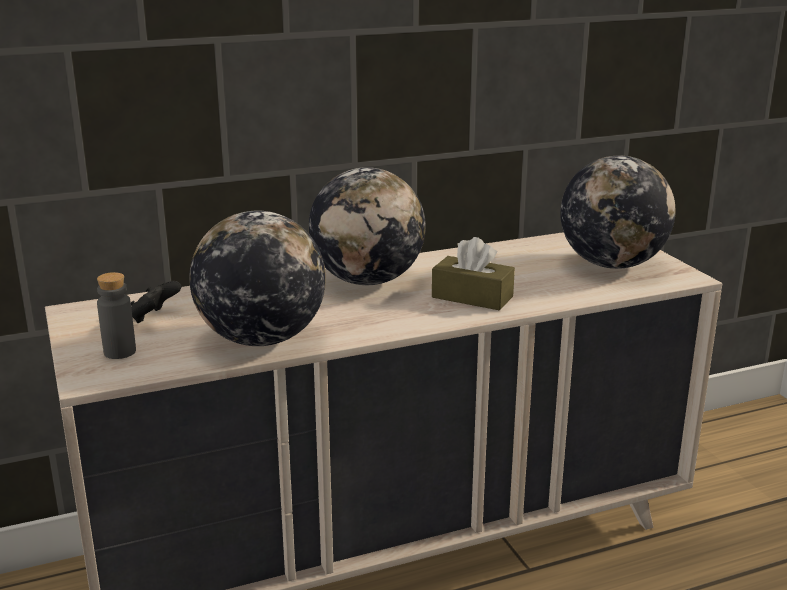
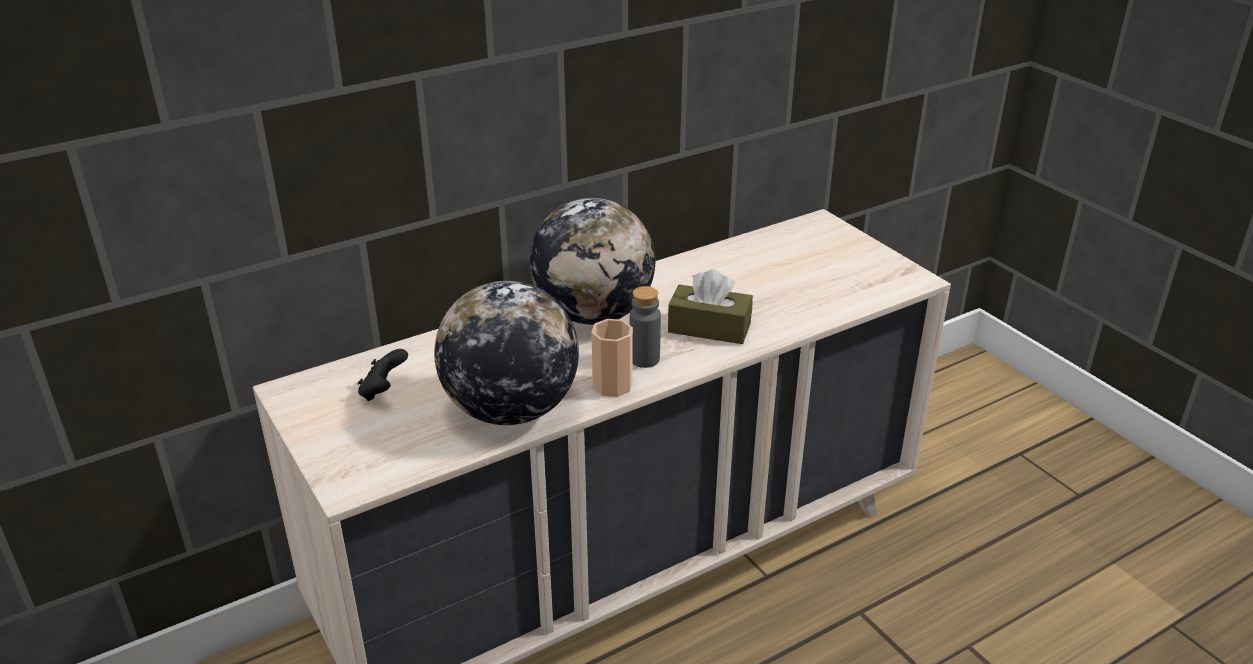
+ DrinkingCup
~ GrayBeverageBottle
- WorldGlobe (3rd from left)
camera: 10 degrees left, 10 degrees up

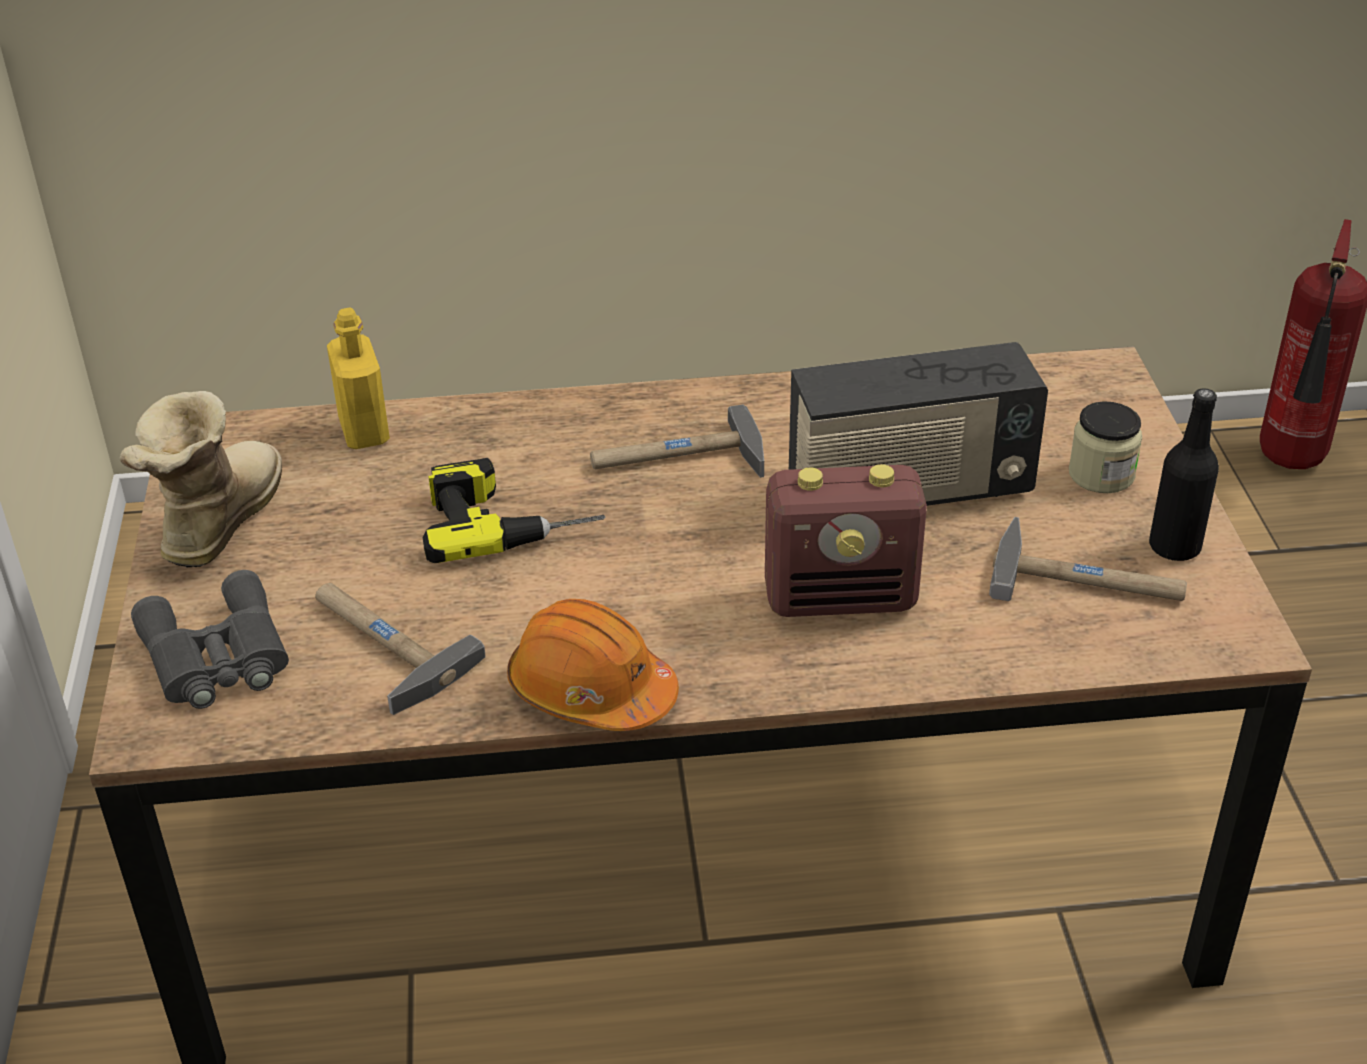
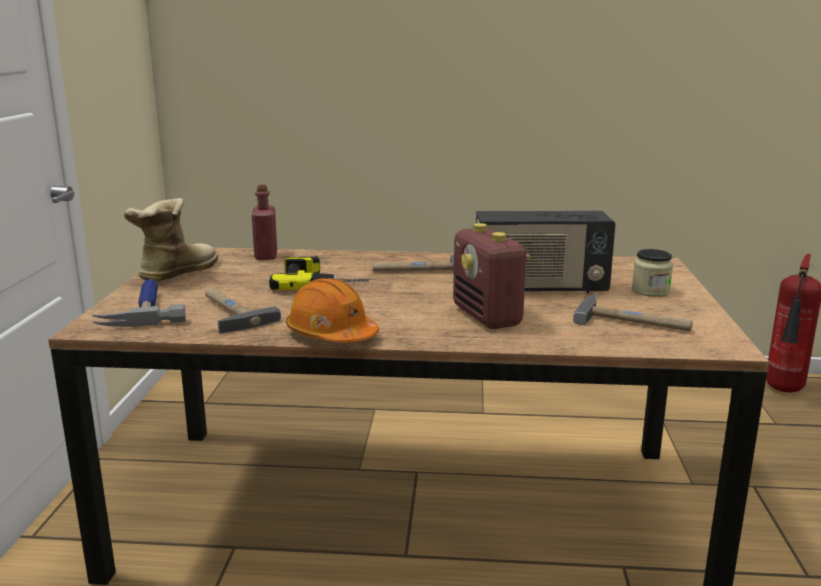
~ GrayFieldGlasses to HandHammer (1st from left)
~ YellowishBeverageBottle to RedBeverageBottle
~ RadioSet (1st from left) 60 degrees clockwise
- BlackishBeverageBottle
camera: 10 degrees right, 20 degrees down

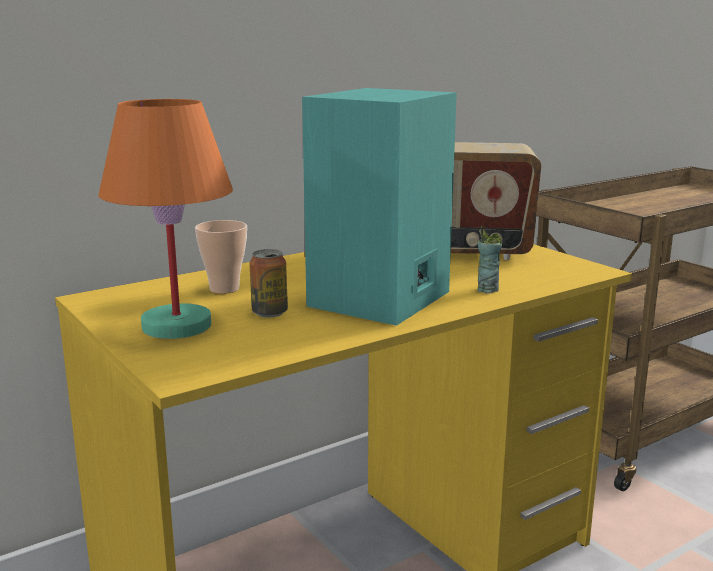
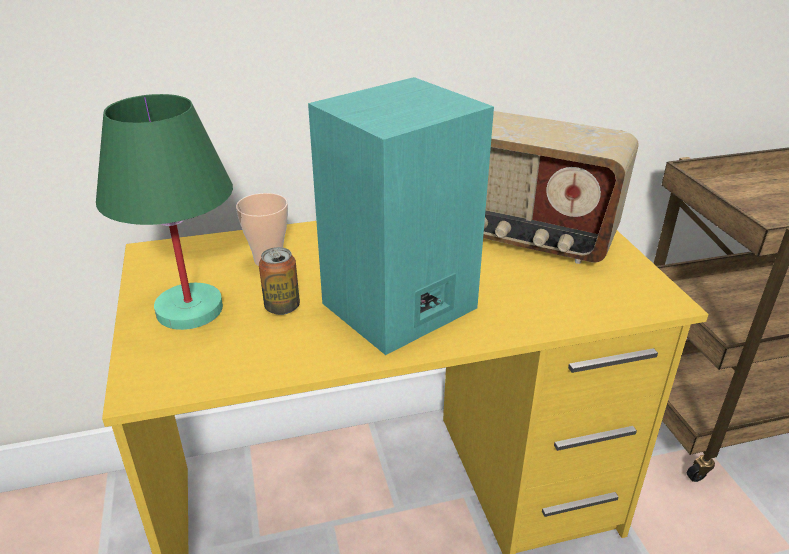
~ OrangeLampForATable to GreenLampForATable
- DrinkingCup (2nd from left)
camera: 20 degrees right, 15 degrees up

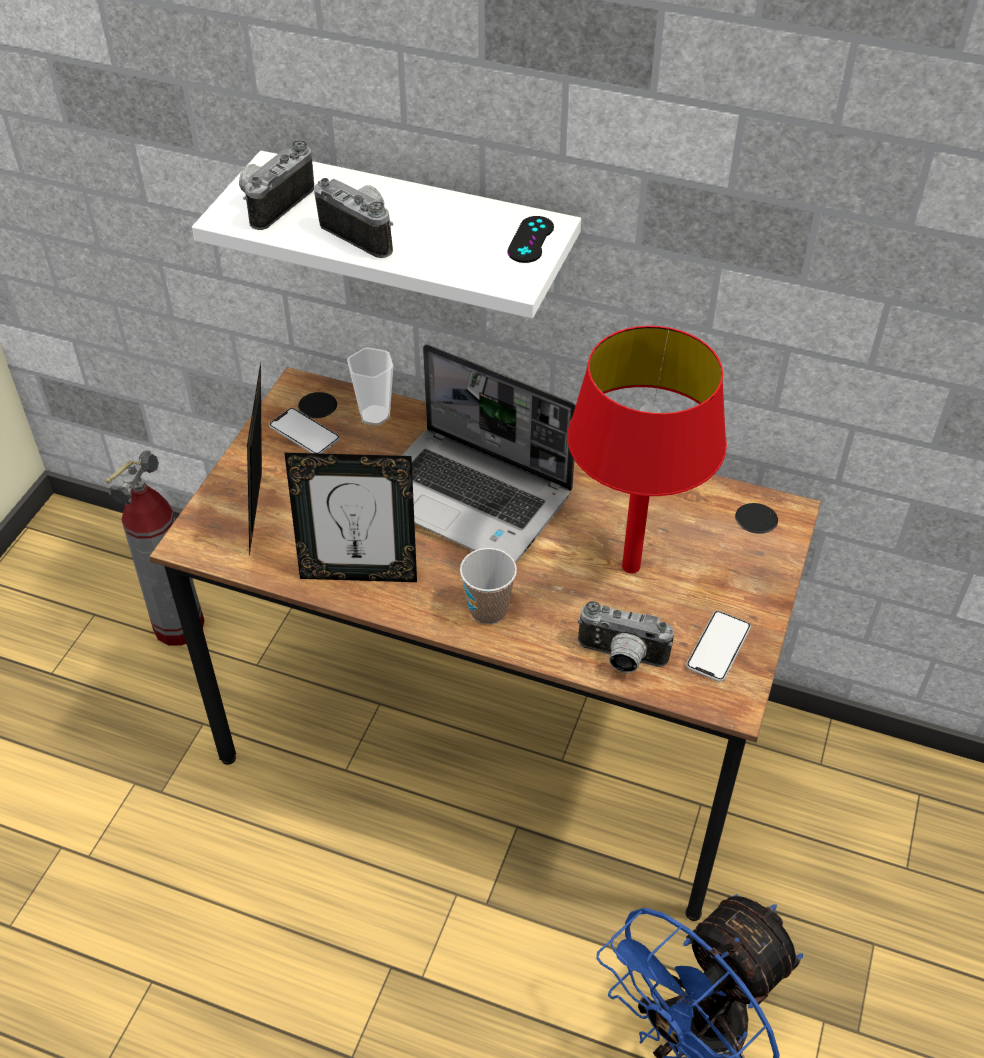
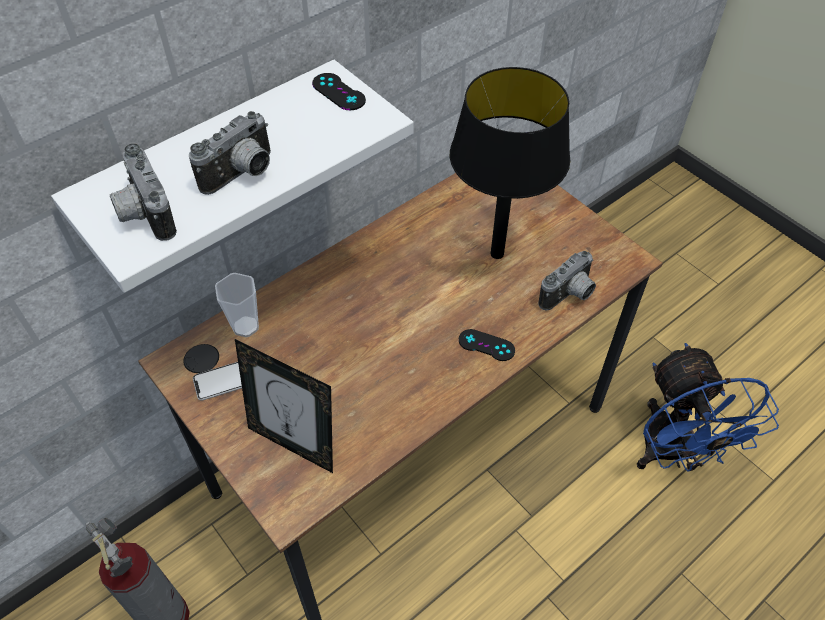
~ PhotoCamera (2nd from left) 150 degrees clockwise
~ RedLampForATable to BlackishLampForATable
~ DrinkingCup (2nd from left) to BlackishGamepad (2nd from left)
- PhotoFrame (2nd from left)
- Laptop
- Phone (2nd from left)
camera: 60 degrees left, 5 degrees up

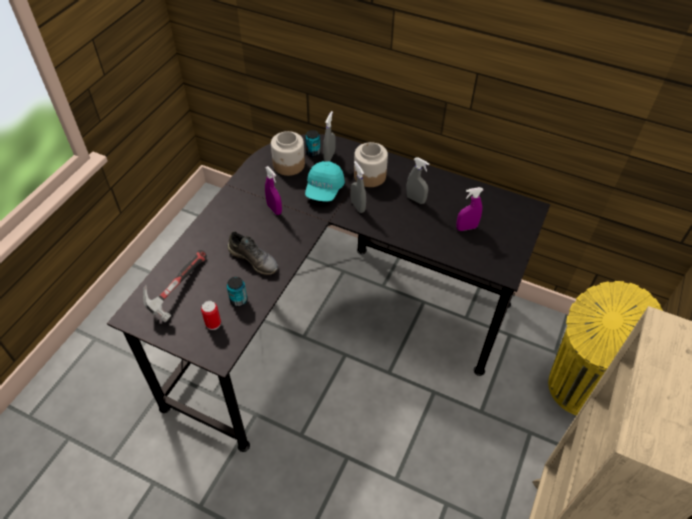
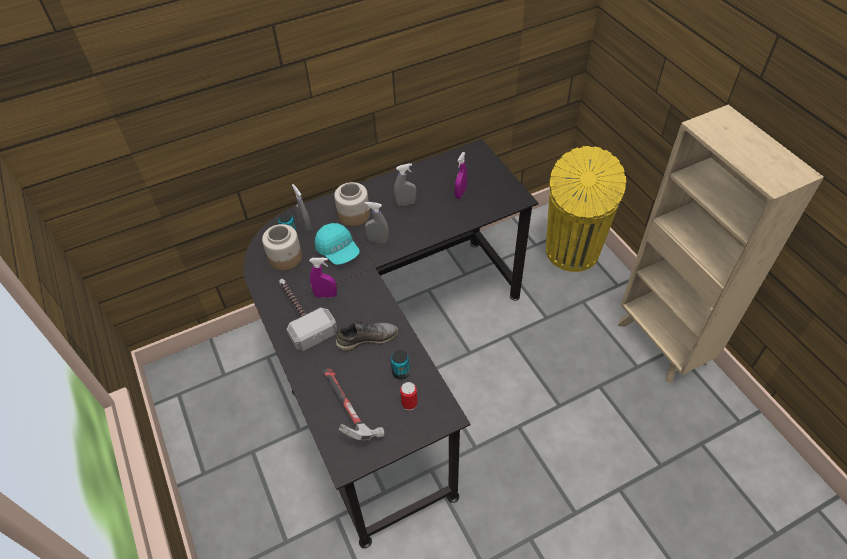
+ HandHammer (1st from left)
camera: 50 degrees left, 0 degrees up

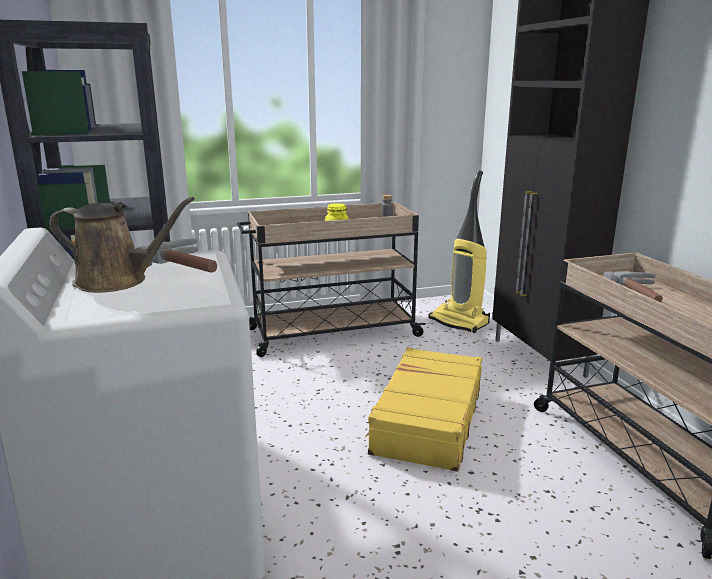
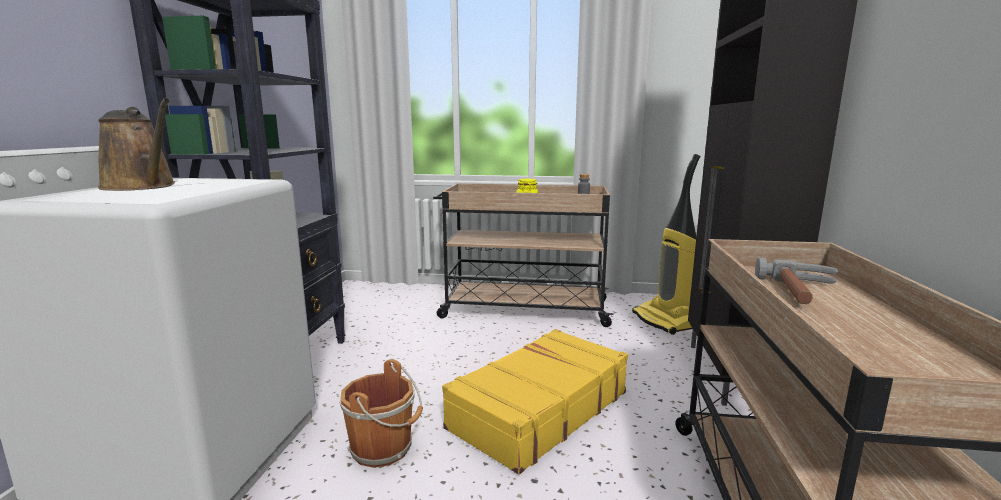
+ BrownPail
- HandHammer (1st from left)
camera: 25 degrees right, 5 degrees down

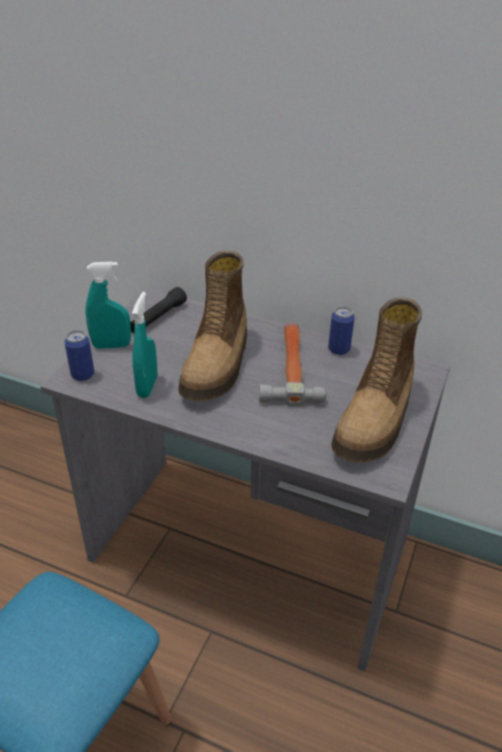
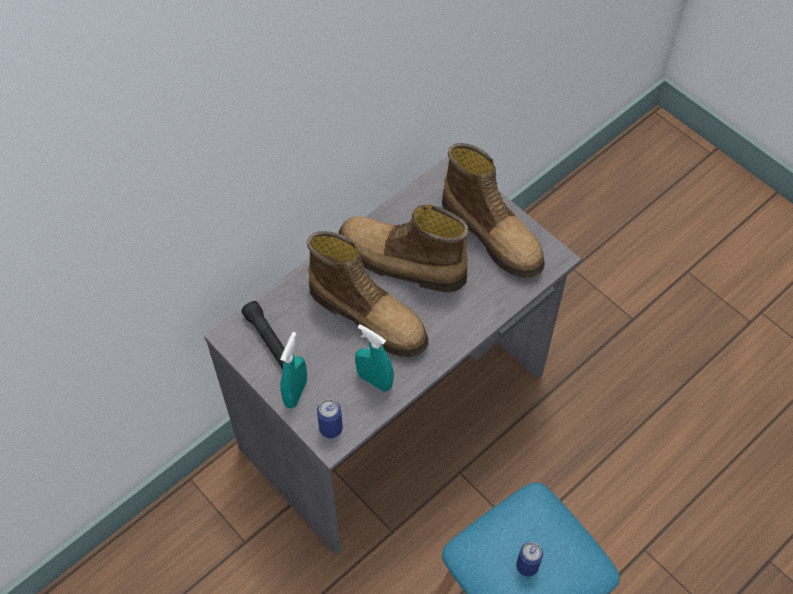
~ HandHammer to TallBoot (2nd from left)
~ MetalCan (2nd from left)
camera: 65 degrees left, 20 degrees up

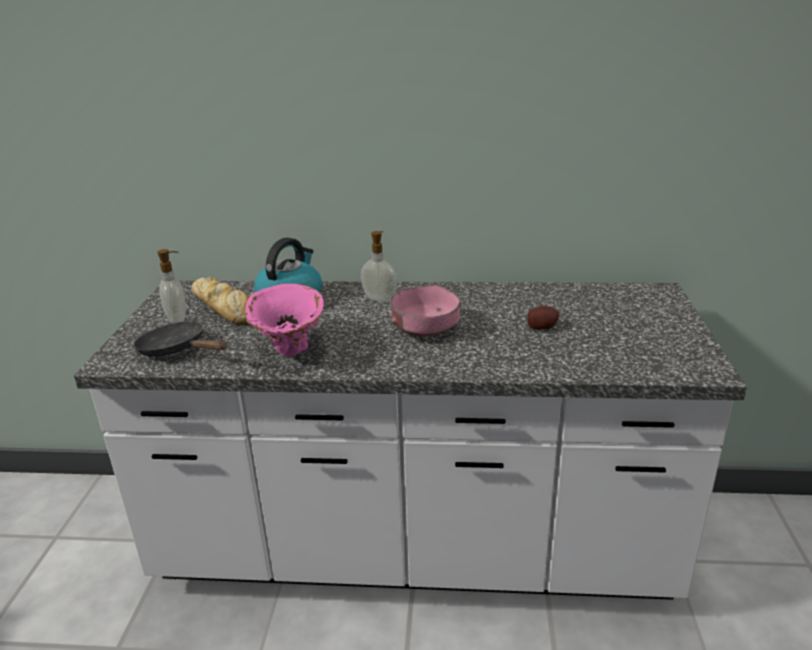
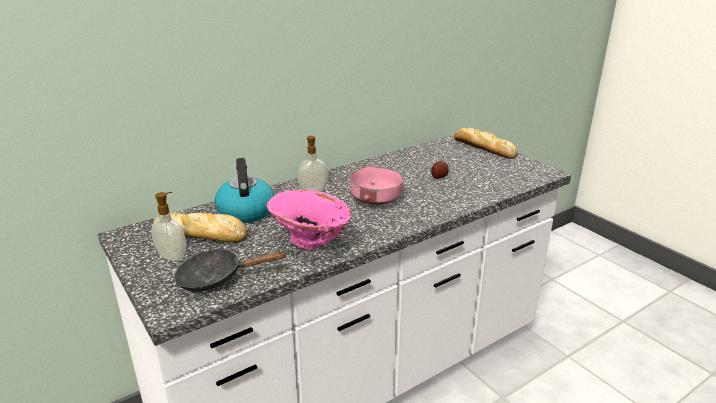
+ BakeryBread (2nd from left)
camera: 40 degrees left, 0 degrees up

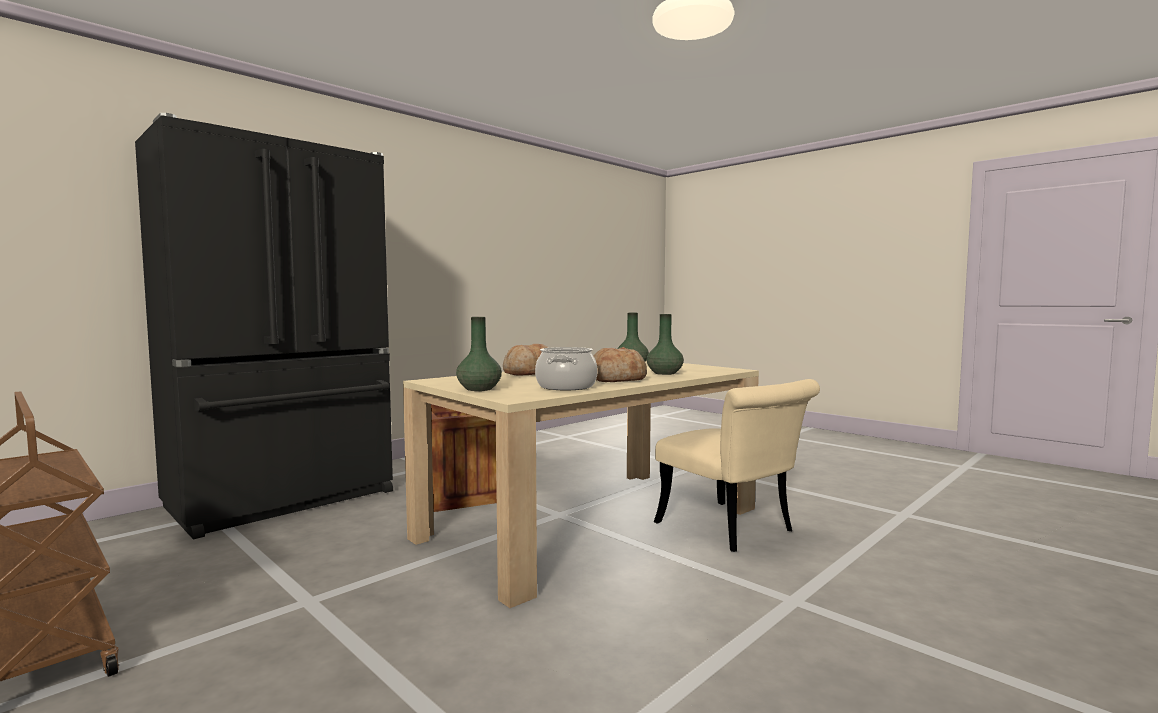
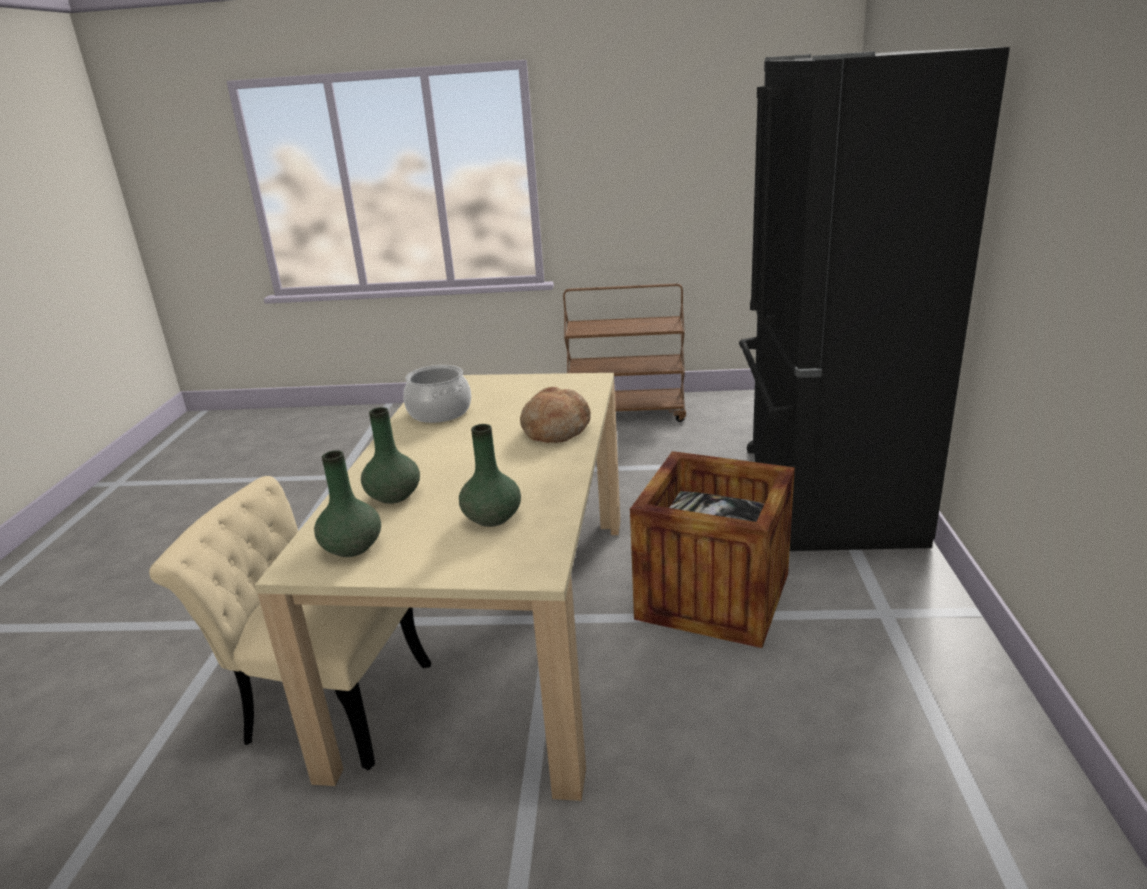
~ GreenFlowerVase (1st from left)
- BakeryBread (2nd from left)
camera: 140 degrees right, 20 degrees up

